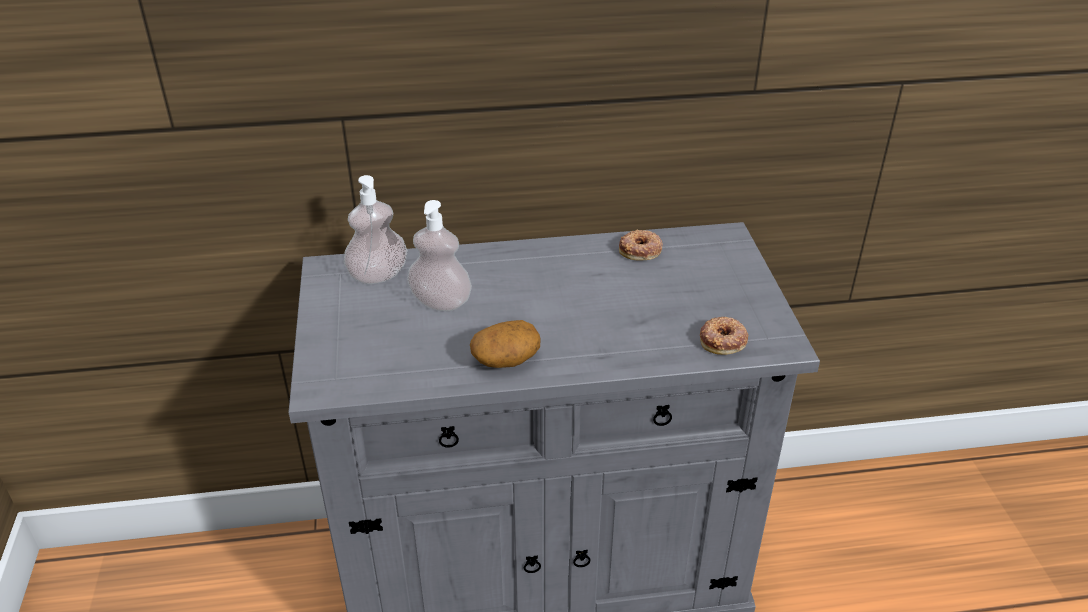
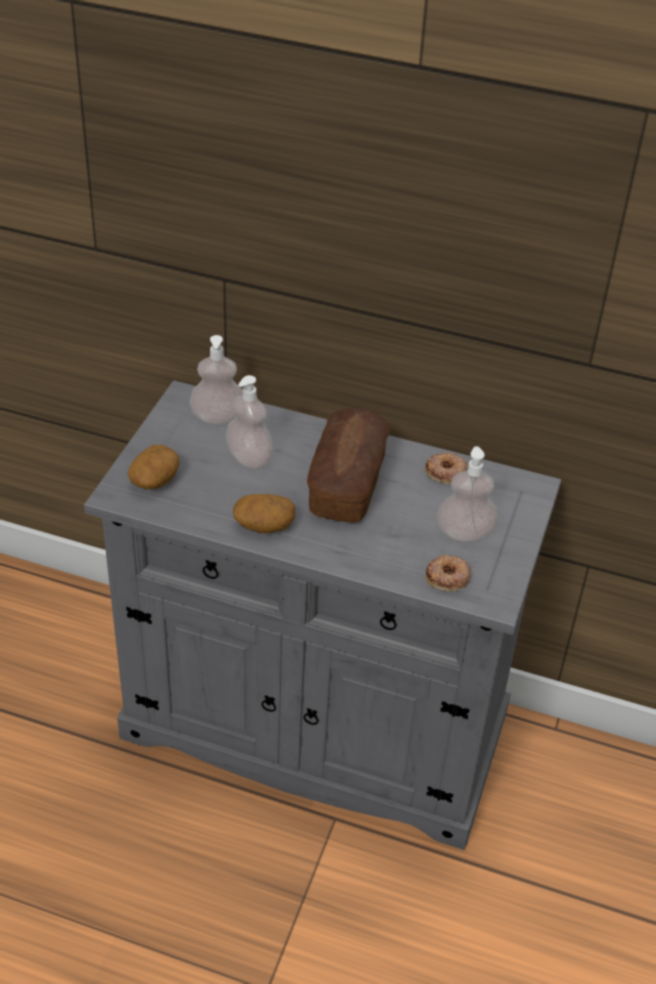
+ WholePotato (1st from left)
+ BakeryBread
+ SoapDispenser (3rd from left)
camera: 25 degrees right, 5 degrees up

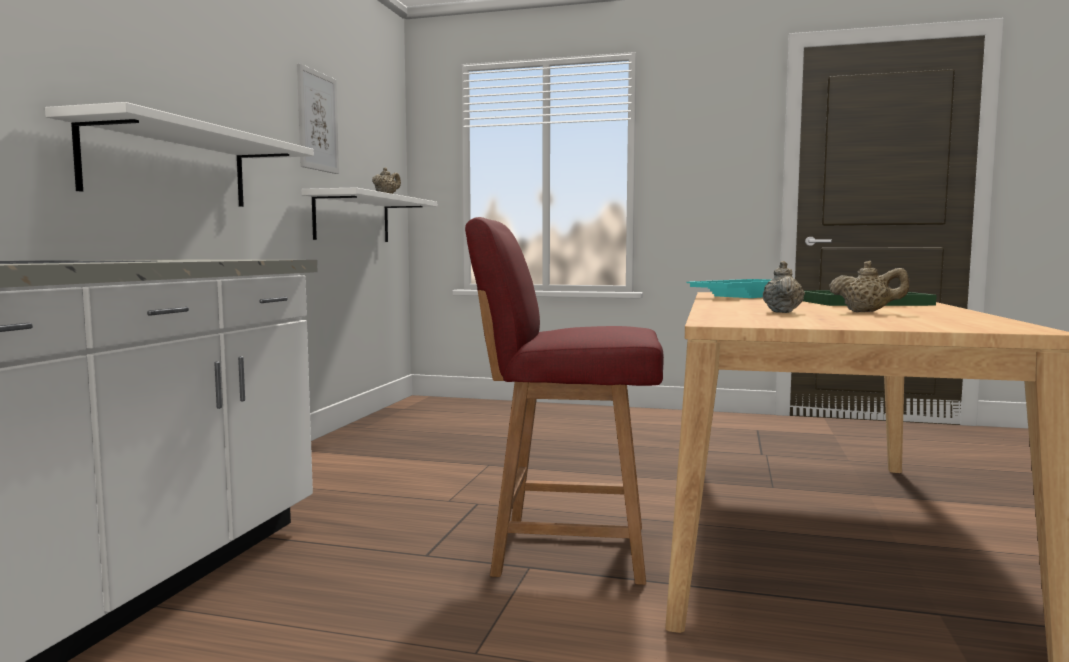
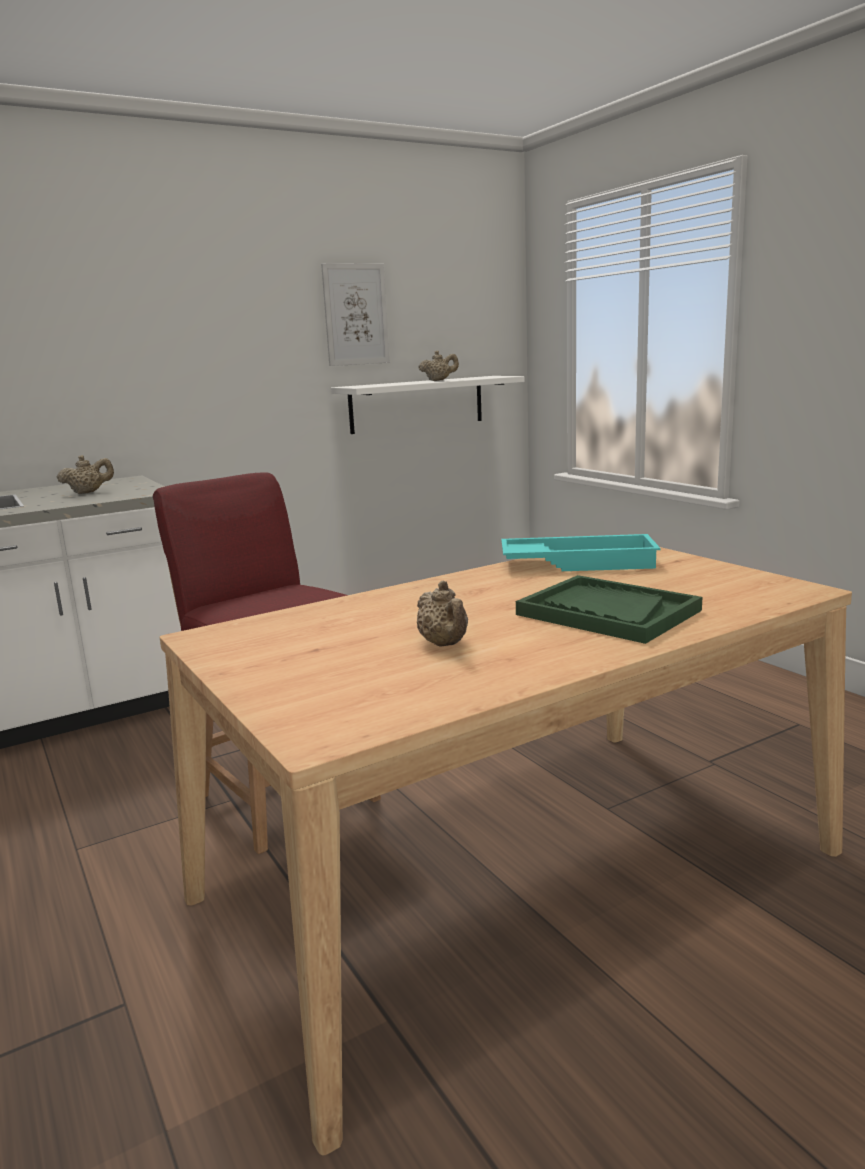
~ BeigeColouredTeapot (2nd from left in the first image) to BeigeColouredTeapot (1st from left)
- WhitishShelf (1st from left)
camera: 45 degrees right, 10 degrees up

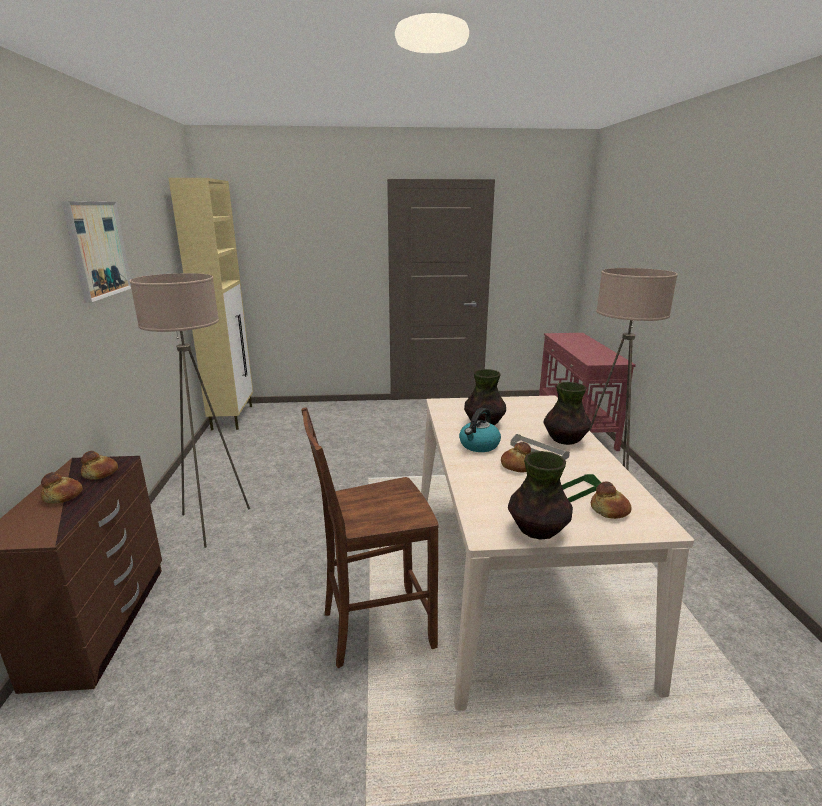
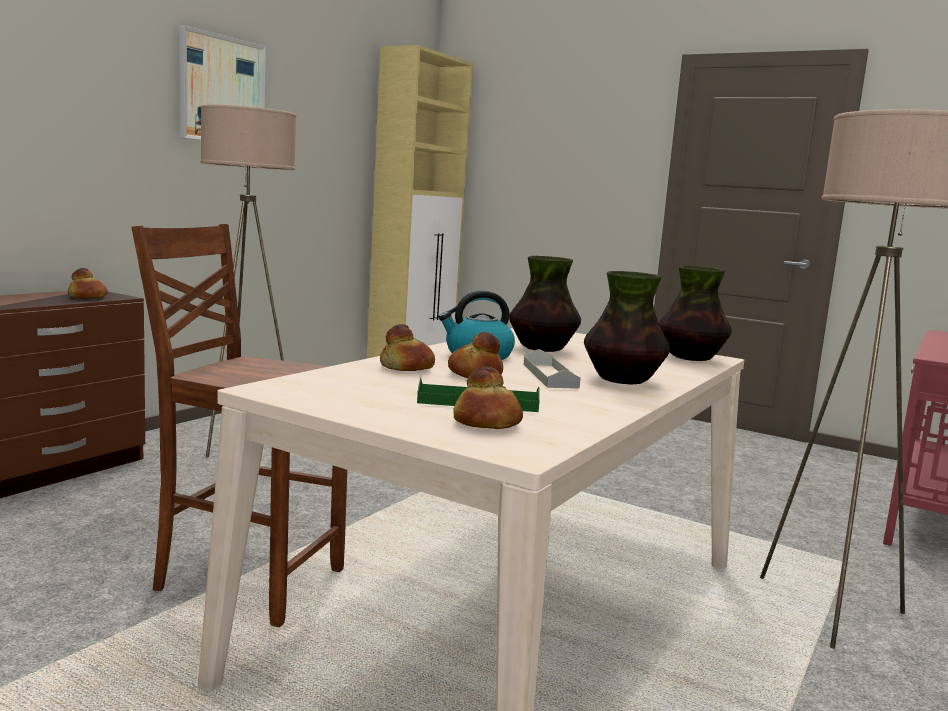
~ BakeryBread (1st from left in the first image) to BakeryBread (2nd from left)
~ FlowerVase (2nd from left in the first image) to FlowerVase (3rd from left)
camera: 35 degrees right, 10 degrees down

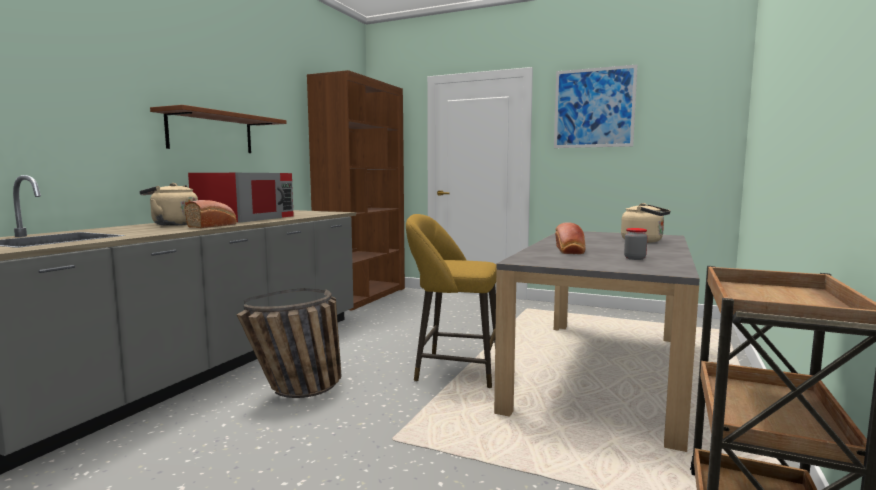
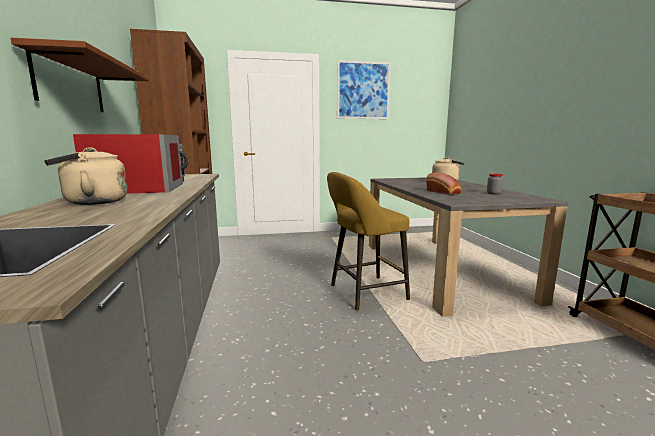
- BakeryBread (1st from left)
- HouseholdBasket
camera: 35 degrees left, 5 degrees up

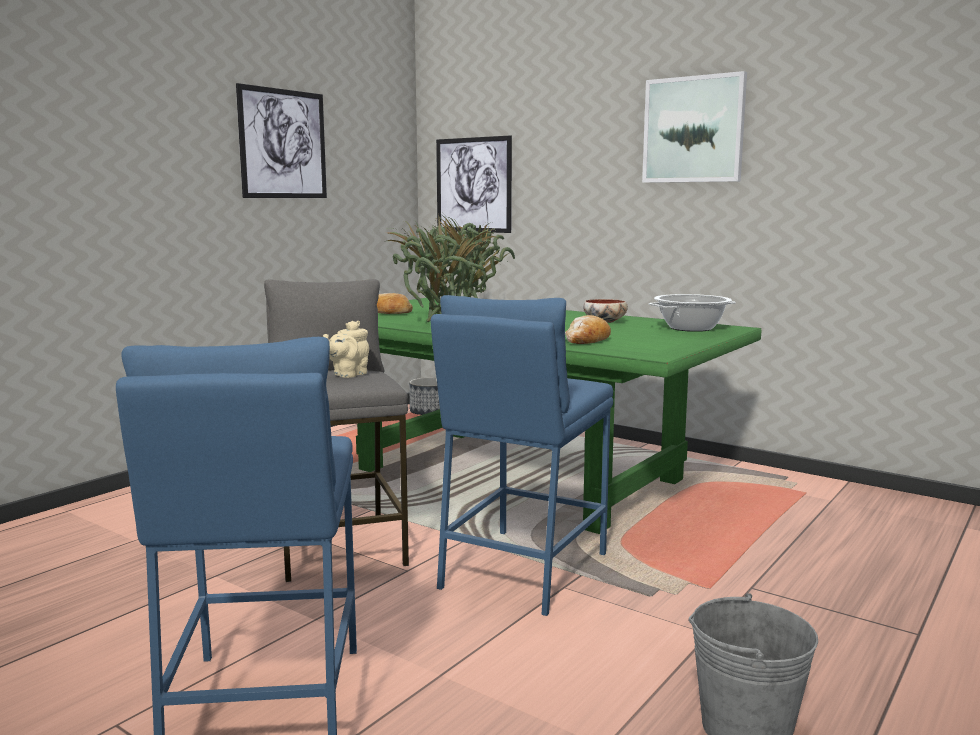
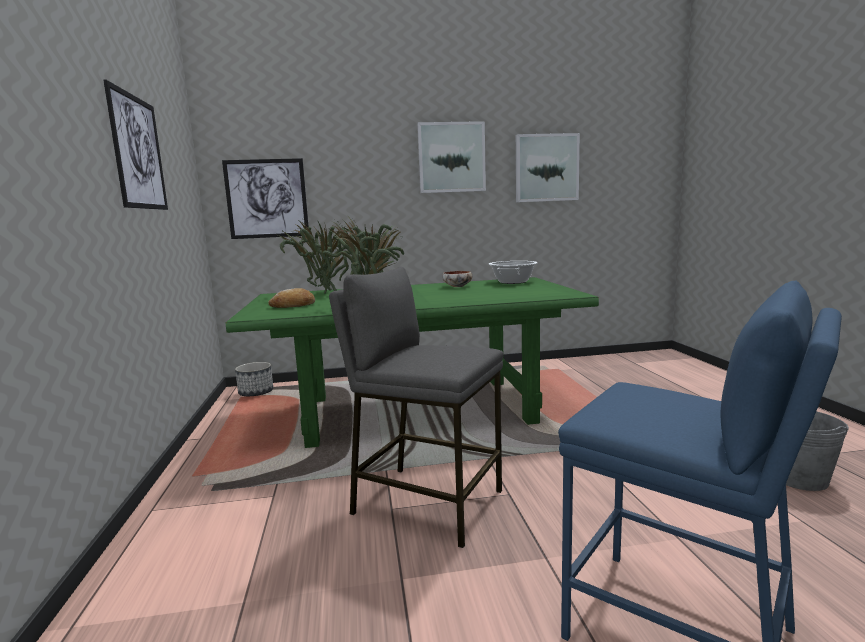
+ WallPicture (4th from left)
- BeigeColouredTeapot
- BluishSittingStool (2nd from left)
- BakeryBread (2nd from left)
camera: 45 degrees left, 0 degrees up

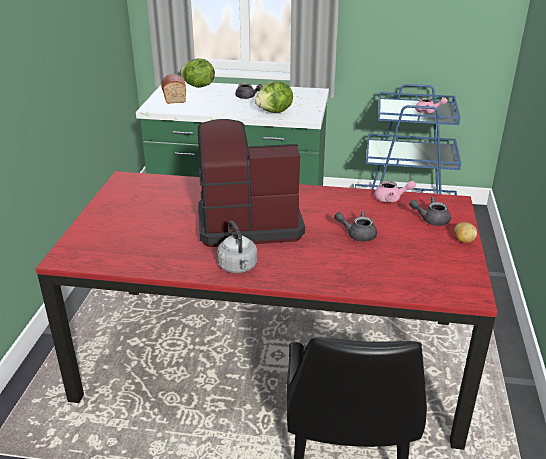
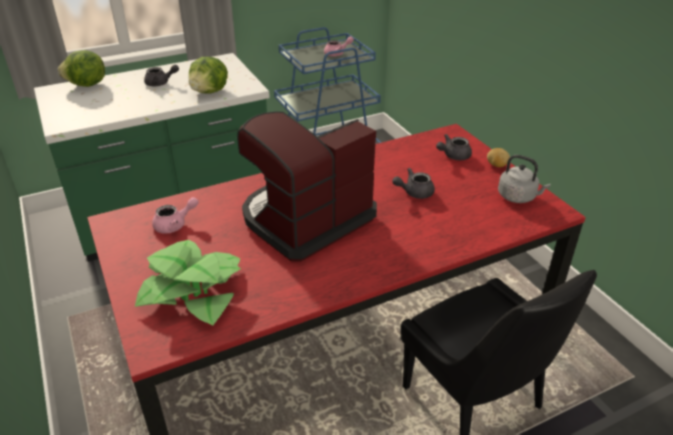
+ PottedPlant
~ PinkColouredTeapot (1st from left)
~ GrayWaterKettle
- BakeryBread
camera: 35 degrees left, 5 degrees up

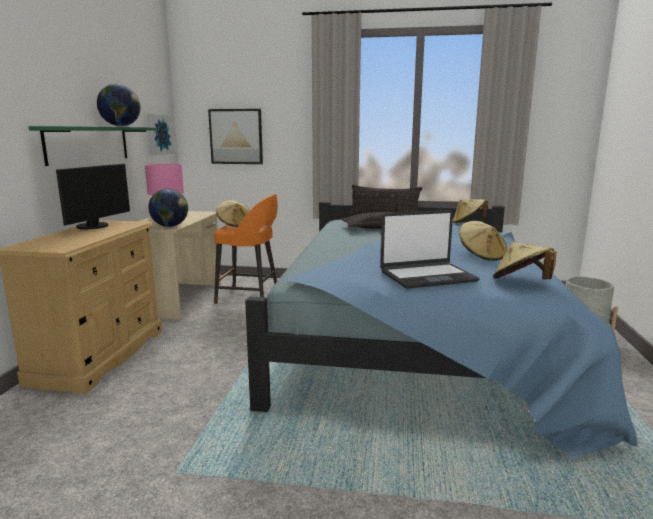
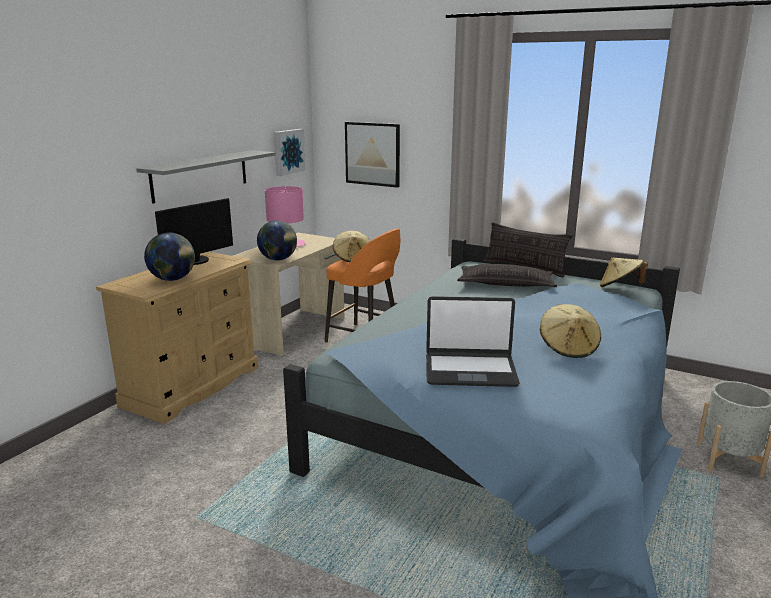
~ GreenShelf to GrayShelf
~ WorldGlobe (1st from left)
- BeigeColouredClothingHat (4th from left)
camera: 20 degrees right, 5 degrees up

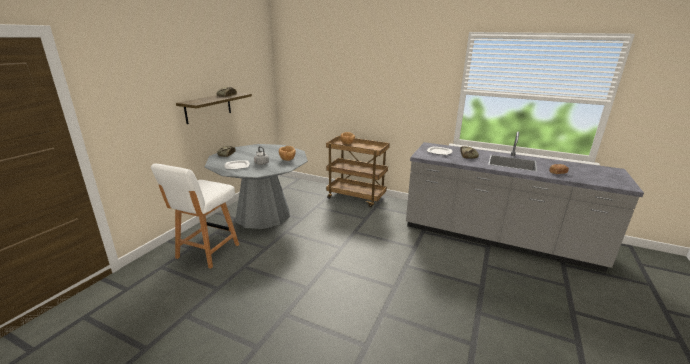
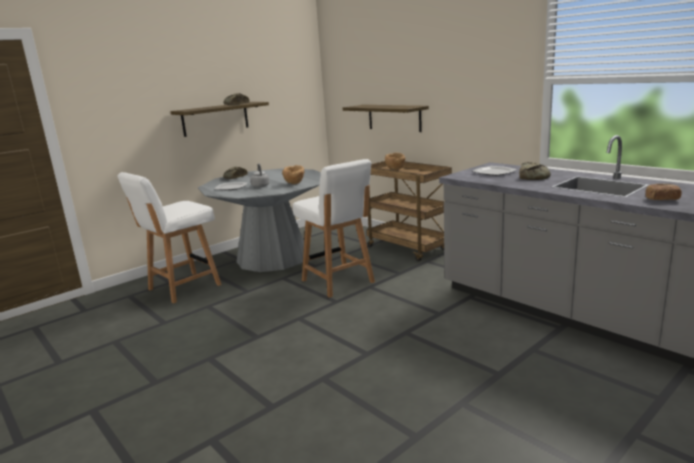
+ WhitishPlainChair (2nd from left)
+ Shelf (2nd from left)
camera: 25 degrees right, 5 degrees down

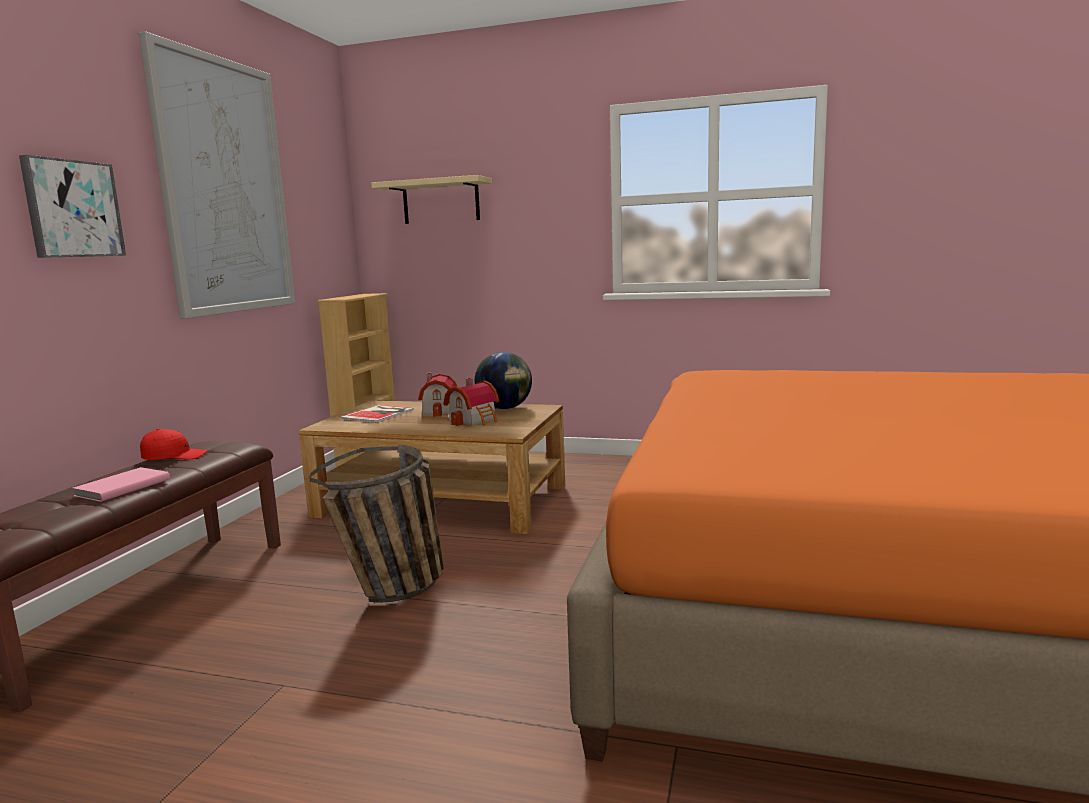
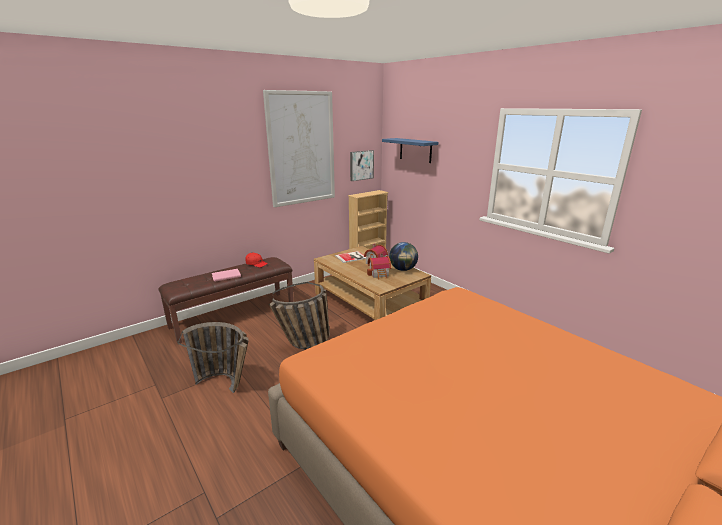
+ HouseholdBasket (1st from left)
~ WallPicture (1st from left in the first image) to WallPicture (2nd from left)
~ BeigeColouredShelf to BluishShelf
camera: 35 degrees right, 10 degrees up

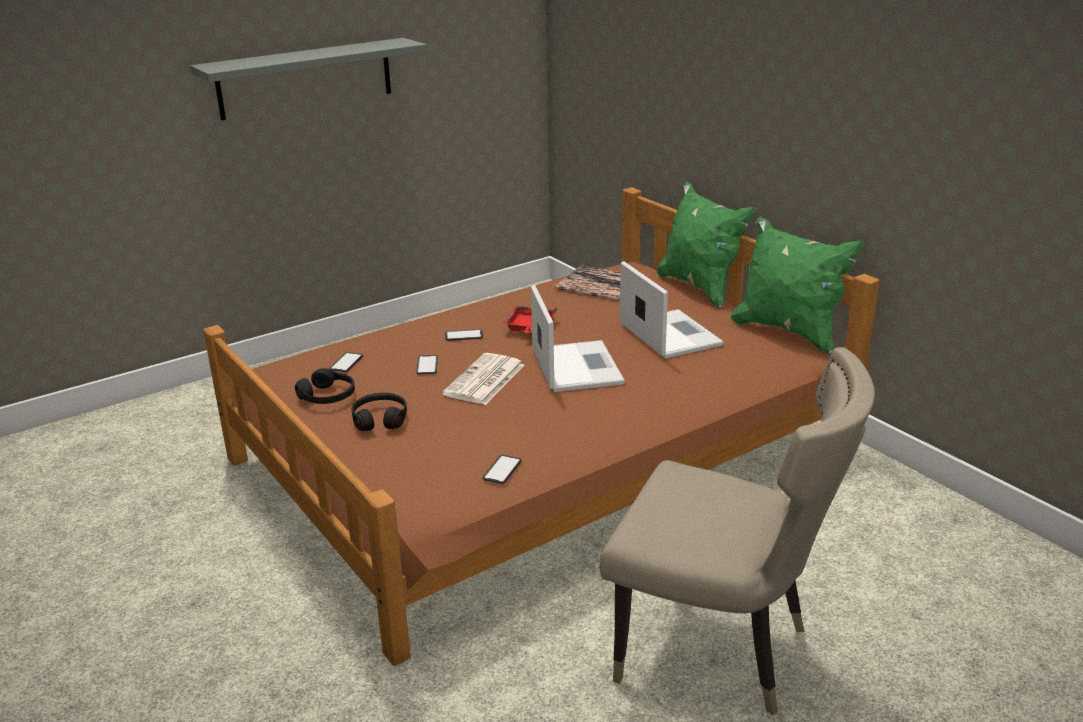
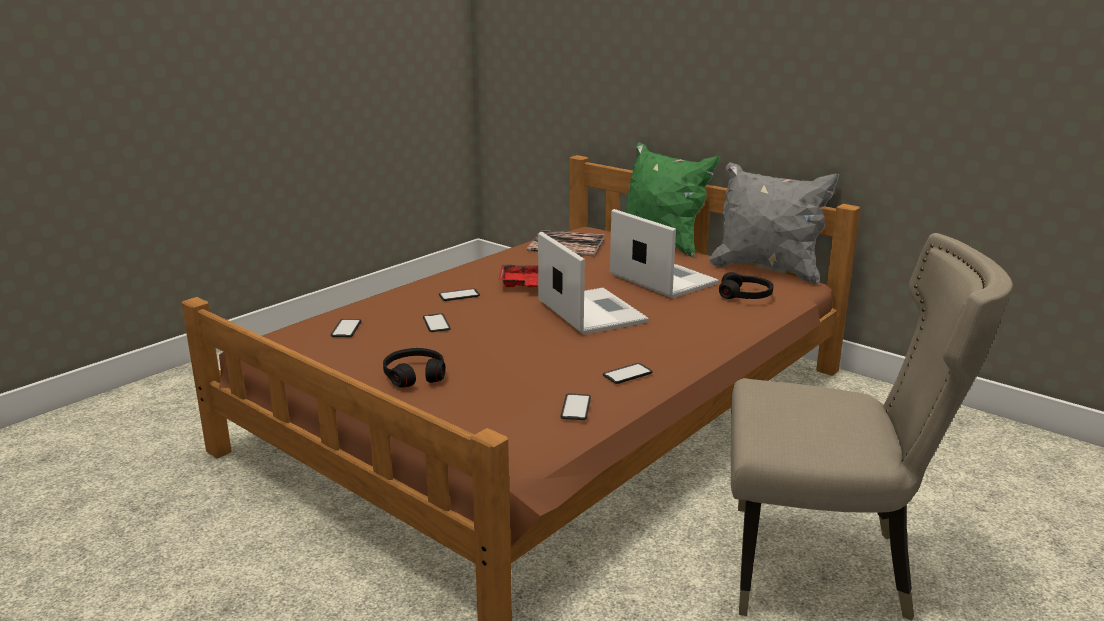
+ Phone (5th from left)
~ GreenCushion (2nd from left) to GrayCushion
~ BlackishPairOfHeadphones (1st from left in the first image) to BlackishPairOfHeadphones (2nd from left)
- GrayShelf
- PrintedPaper
camera: 15 degrees left, 5 degrees down

